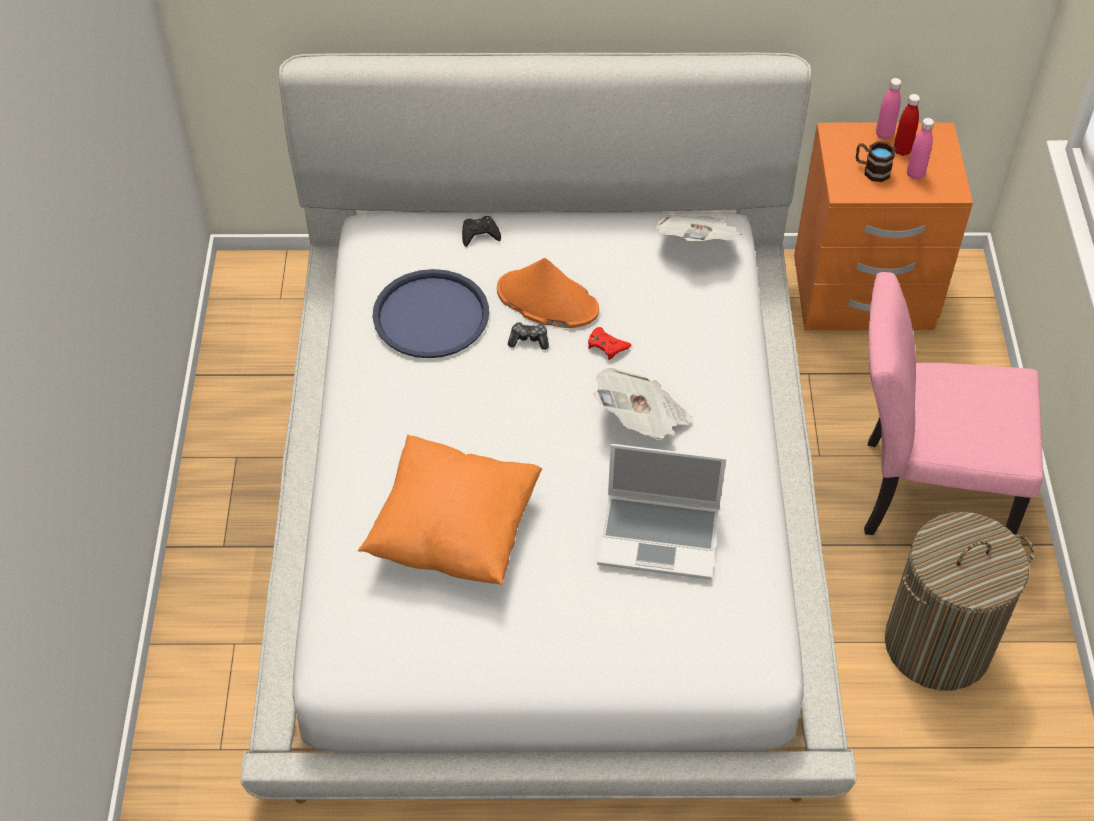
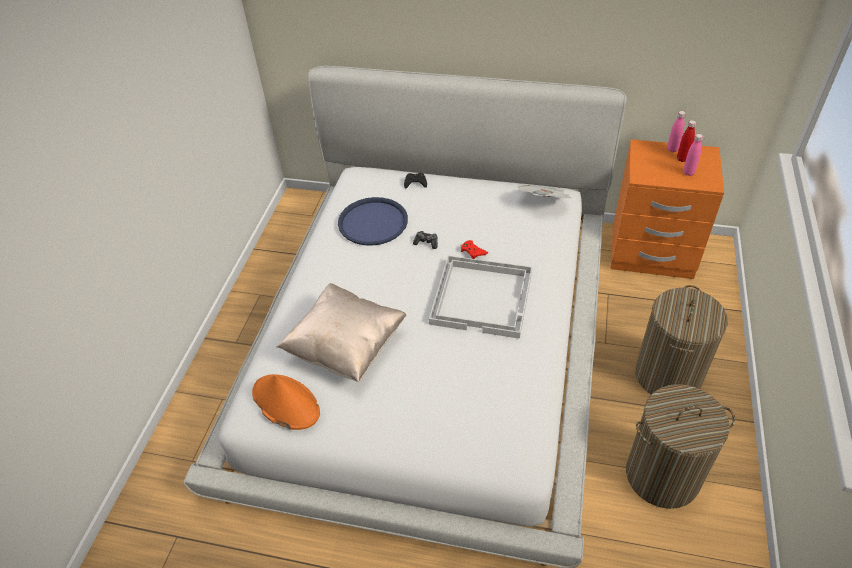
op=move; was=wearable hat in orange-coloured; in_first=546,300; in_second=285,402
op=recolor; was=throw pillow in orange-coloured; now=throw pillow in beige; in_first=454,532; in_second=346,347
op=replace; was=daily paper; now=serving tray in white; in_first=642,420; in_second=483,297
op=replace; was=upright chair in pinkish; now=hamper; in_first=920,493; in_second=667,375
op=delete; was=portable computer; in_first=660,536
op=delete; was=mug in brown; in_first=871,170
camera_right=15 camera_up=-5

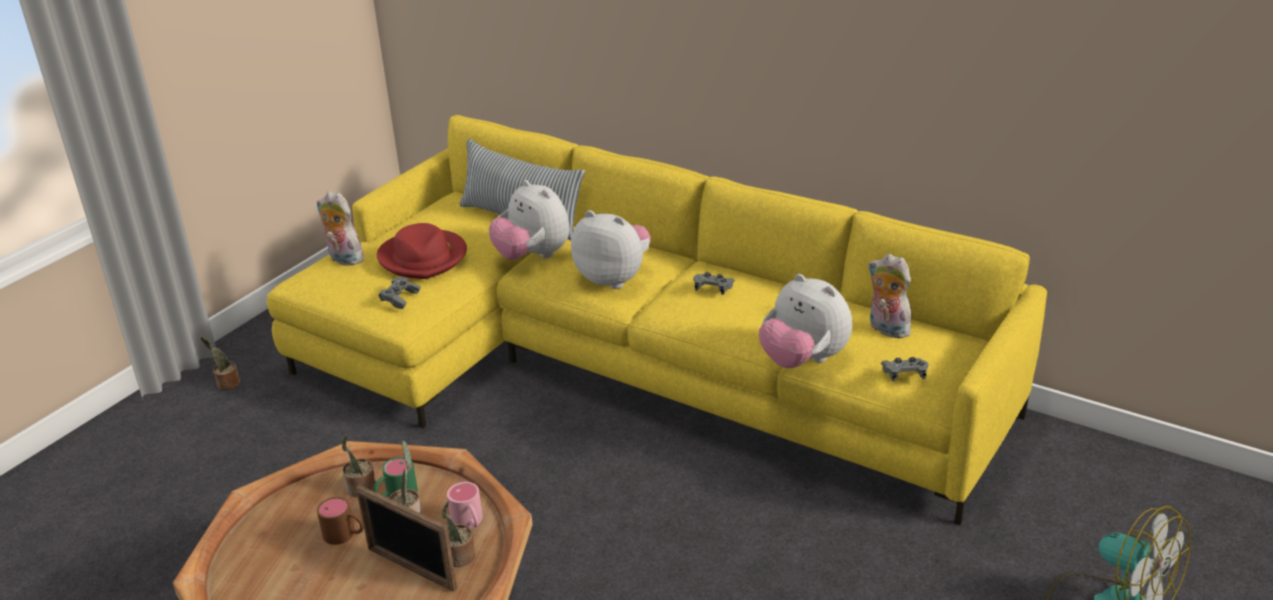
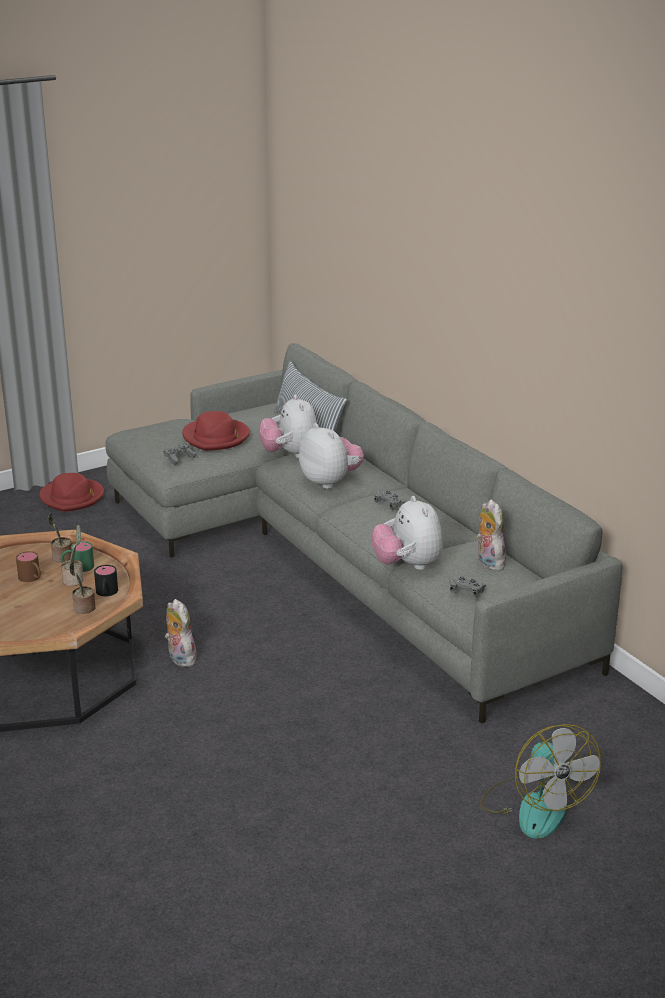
op=replace; was=houseplant; now=wearable hat in red-coloured; in_first=227,384; in_second=72,497
op=recolor; was=mug in pinkish; now=mug in blackish; in_first=469,522; in_second=106,593
op=recolor; was=sofa in yellow; now=sofa in grey; in_first=627,366; in_second=341,559
op=move; was=plush toy; in_first=343,259; in_second=179,658
op=delete; was=standing frame; in_first=411,568
camera_right=25 camera_up=-5

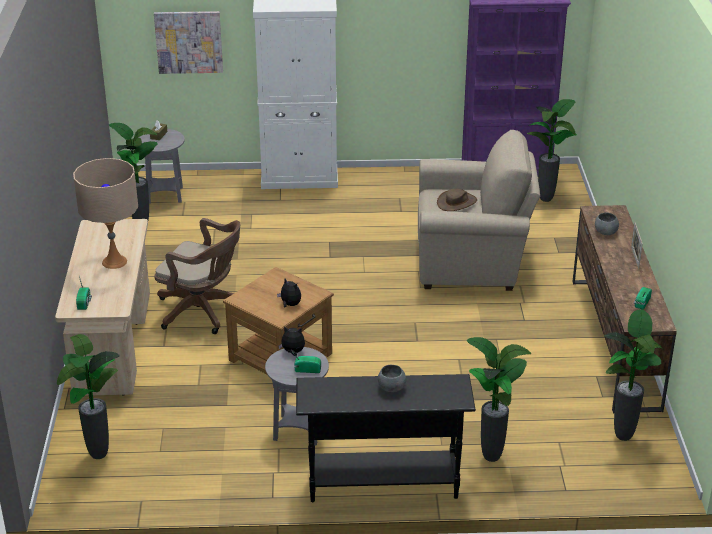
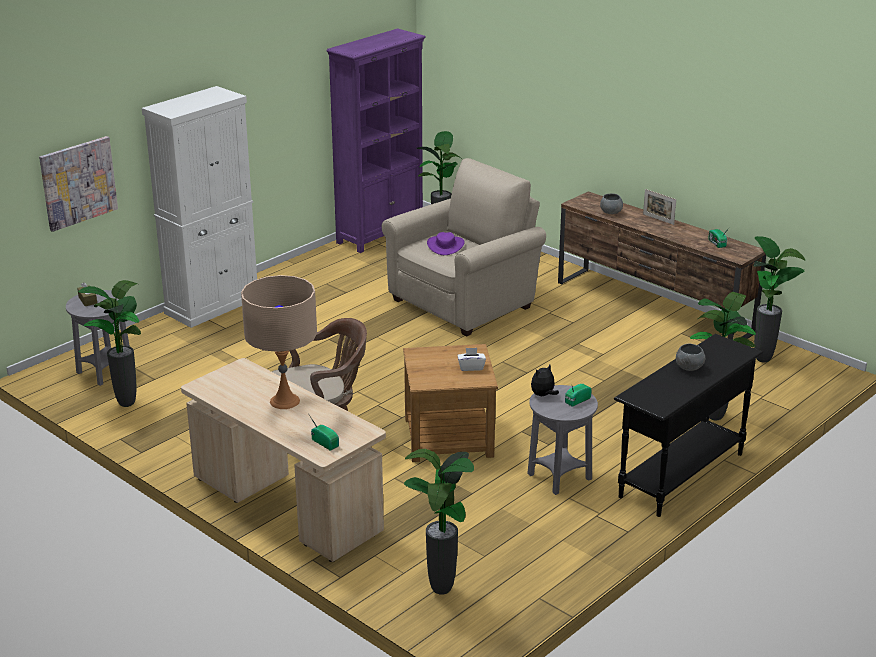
op=recolor; was=wearable hat in brown; now=wearable hat in purple-coloured; in_first=457,202; in_second=445,246
op=replace; was=plush toy; now=tissue box in white; in_first=290,305; in_second=471,367
camera_right=-45 camera_up=-5

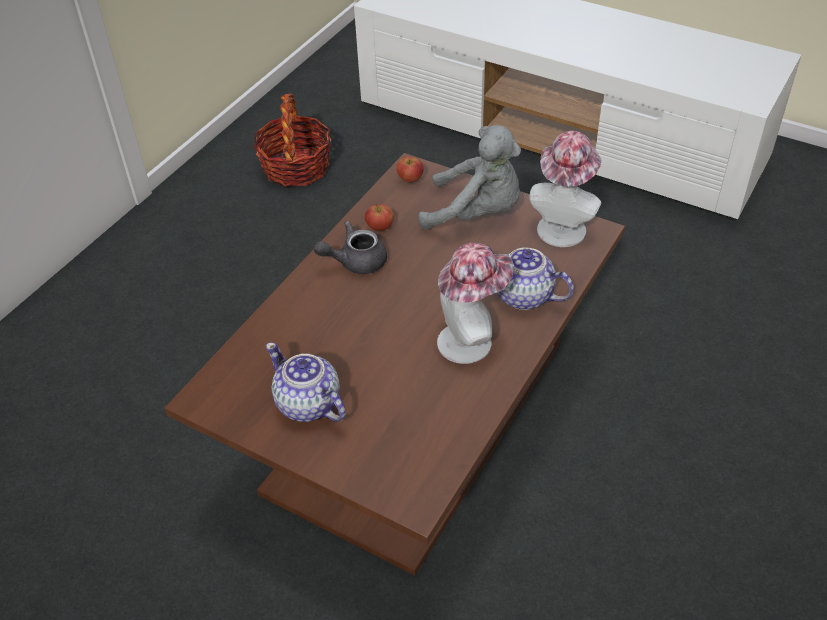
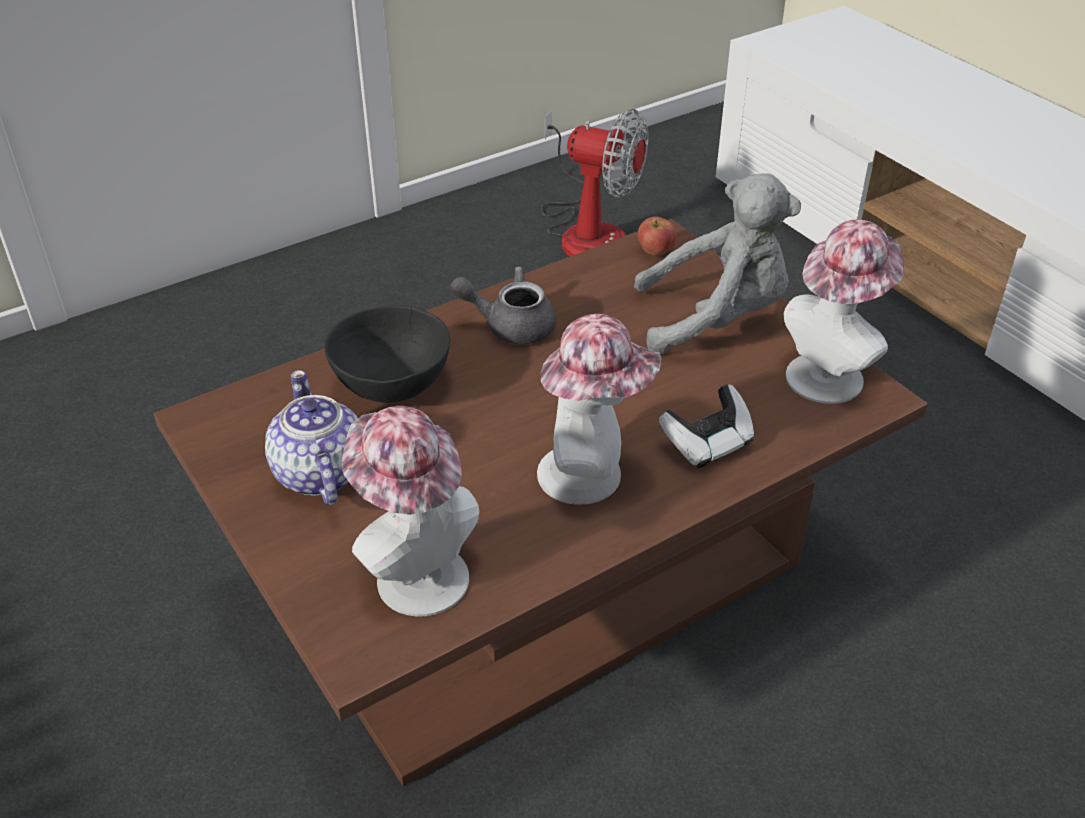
op=insert; now=deep dish in blackish; in_second=389,387
op=insert; now=wearable hat; in_second=414,572
op=replace; was=basket; now=cooling fan; in_first=296,167; in_second=587,231
op=rotate; was=plush toy in grey; in_first=477,213; in_second=716,319; clockwise=-45
op=replace; was=tea pot; now=joypad; in_first=524,296; in_second=707,444
op=delete; was=apple fruit; in_first=380,227
camera_right=25 camera_up=-5

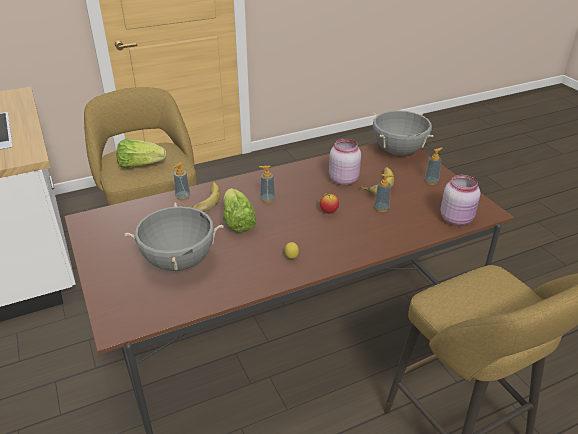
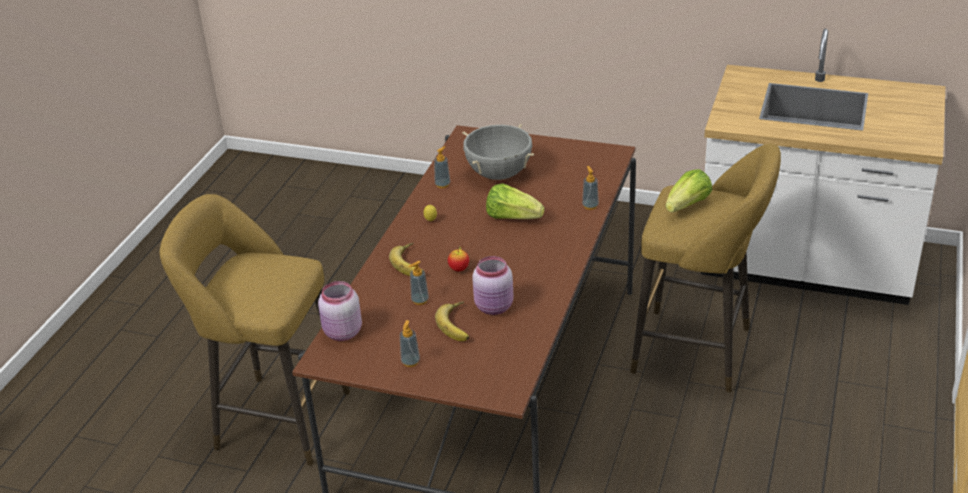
op=move; was=banana fruit; in_first=203,200; in_second=412,263
op=move; was=soap dispenser; in_first=267,199; in_second=442,184
op=delete; was=saucepot in grey; in_first=398,151
camera_right=135 camera_up=0

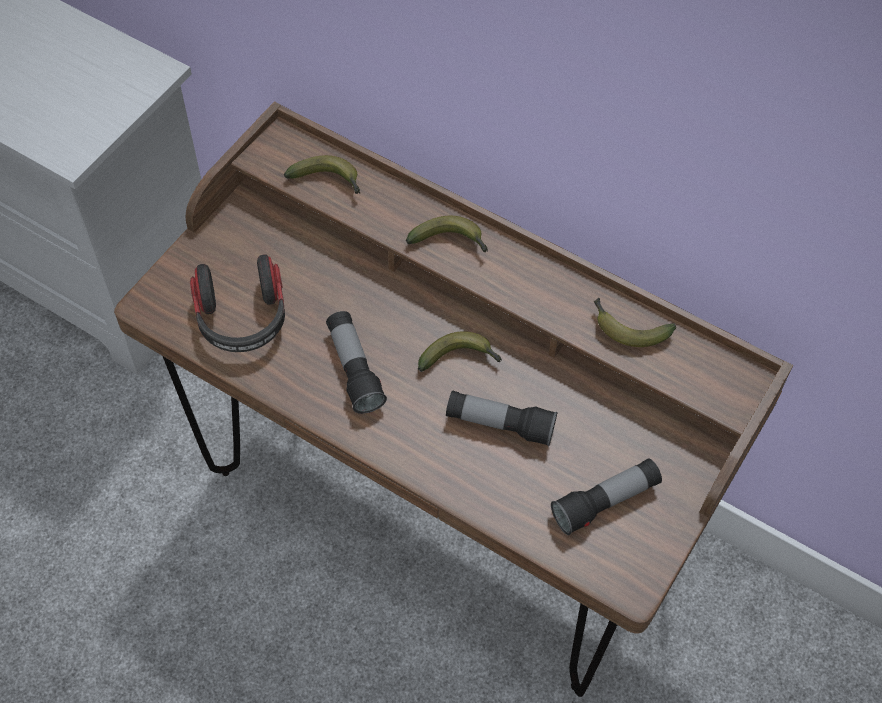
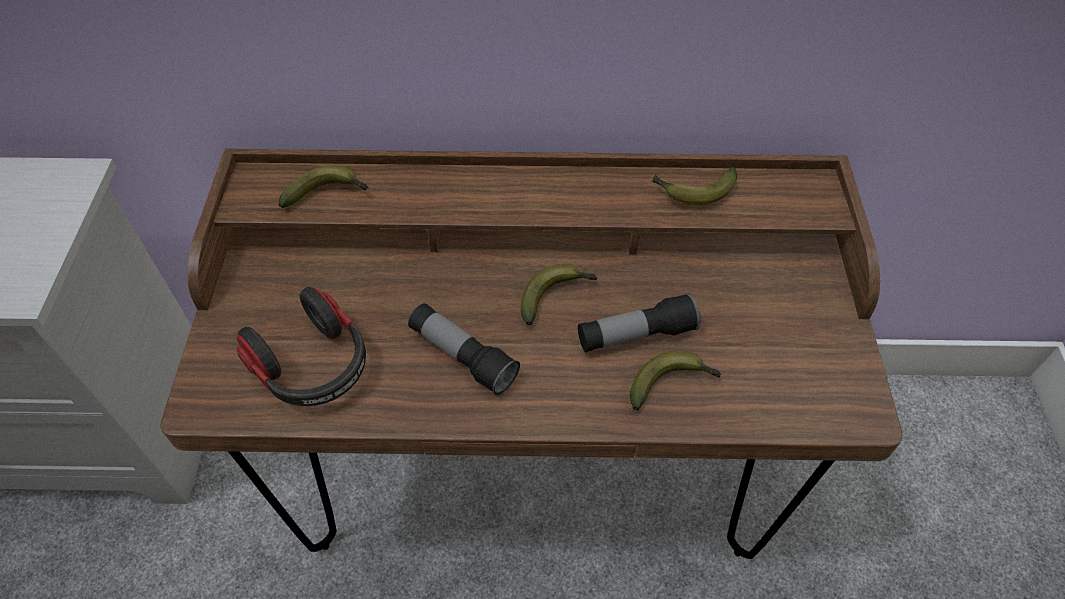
op=move; was=banana fruit; in_first=451,242; in_second=672,383
op=delete; was=torch; in_first=605,502
camera_right=-30 camera_up=-5

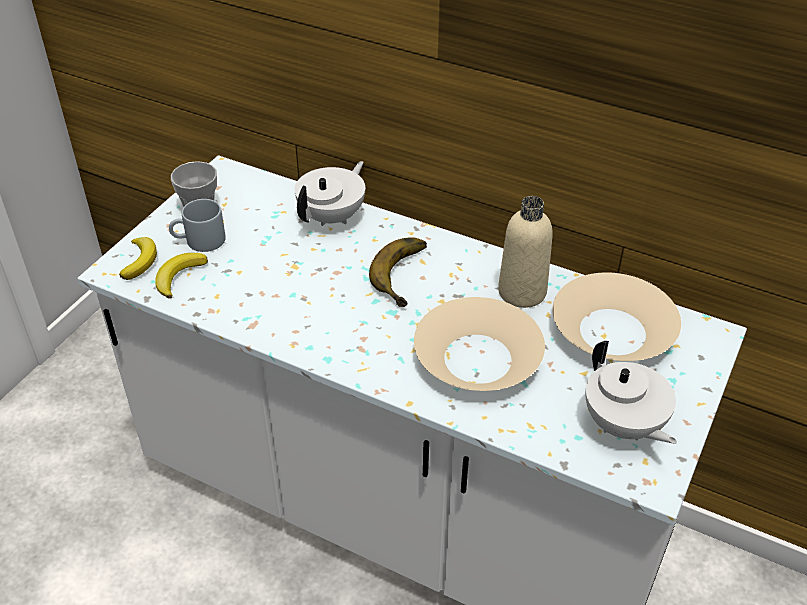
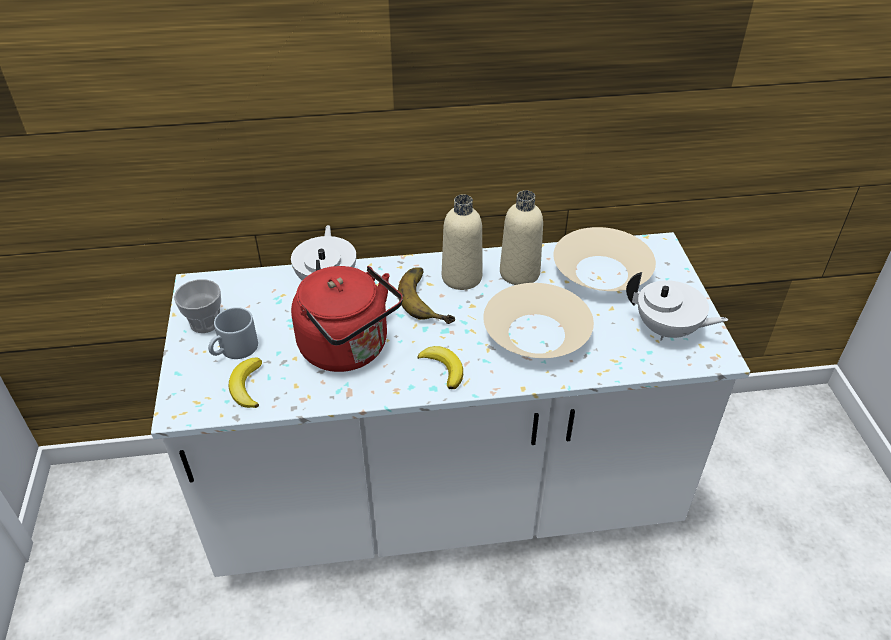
op=insert; now=water kettle in red-coloured; in_second=349,349
op=move; was=banana fruit; in_first=140,260; in_second=443,368
op=insert; now=beverage bottle in beige; in_second=461,277
camera_right=-35 camera_up=0

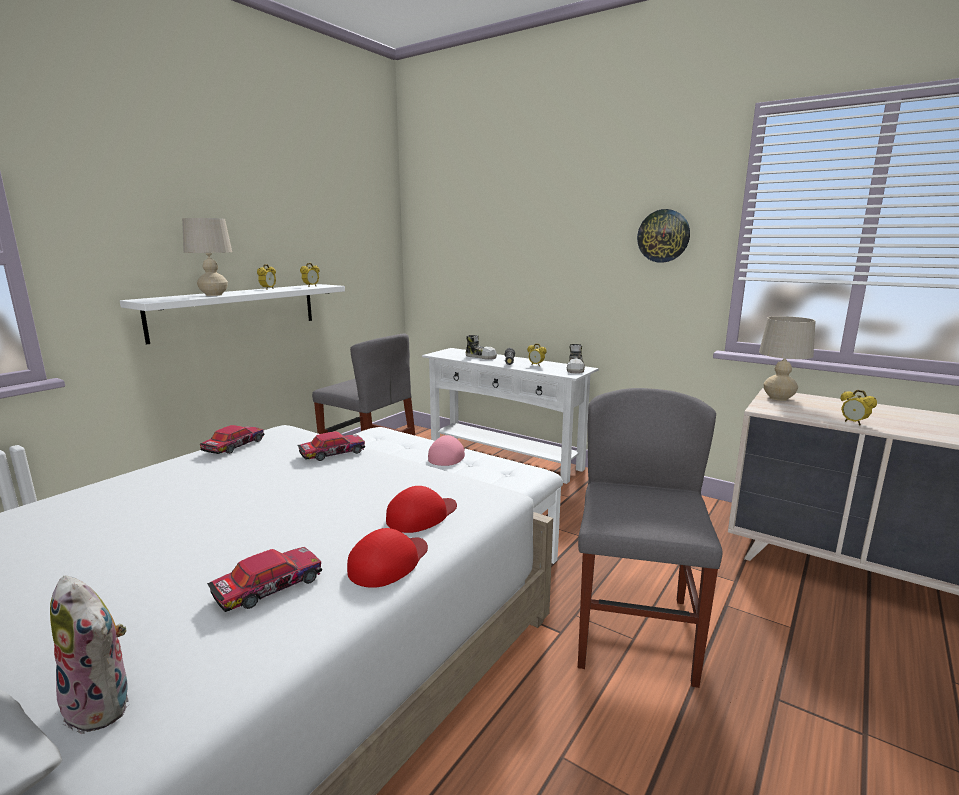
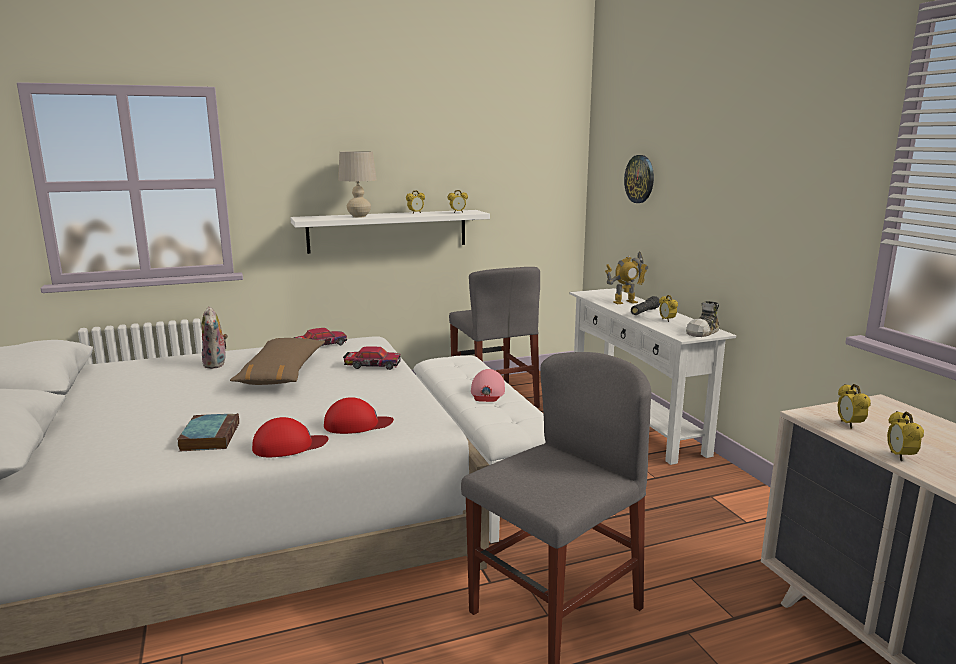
op=replace; was=model car; now=volume; in_first=267,587; in_second=210,436
op=move; was=plush toy; in_first=104,704; in_second=216,364
op=insert; now=throw pillow in brown; in_second=282,373
op=rotate; was=peaked cap in pinkish; in_first=448,455; in_second=487,392; clockwise=135
op=replace; was=item of footwear; now=model robot; in_first=481,357; in_second=625,302
op=move; was=clock on the wall; in_first=663,236; in_second=640,179
op=insert; now=bedside clock; in_second=849,425
op=delete; was=table lamp in beige; in_first=778,398
camera_right=35 camera_up=0

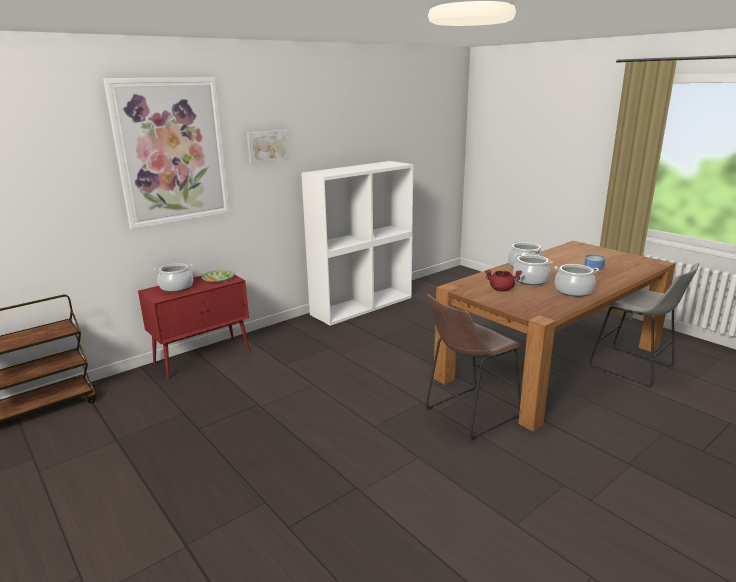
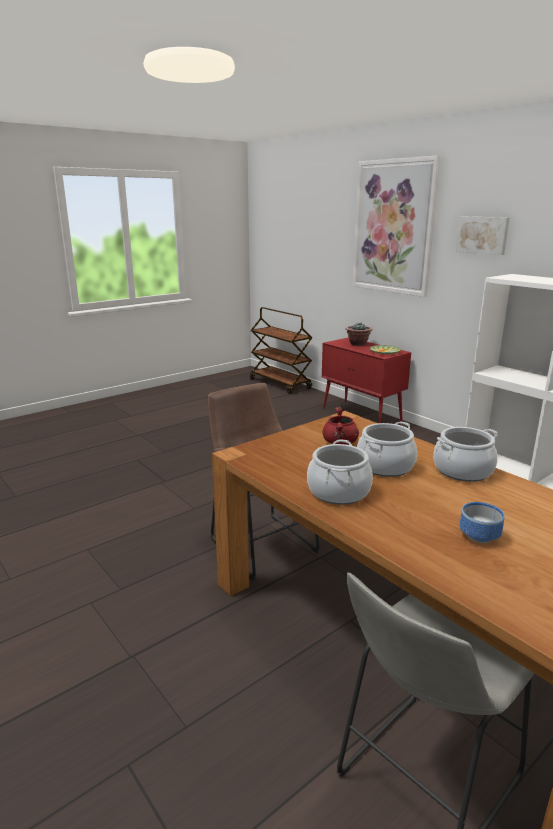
op=replace; was=saucepot; now=houseplant; in_first=176,287; in_second=357,344
camera_right=90 camera_up=0

